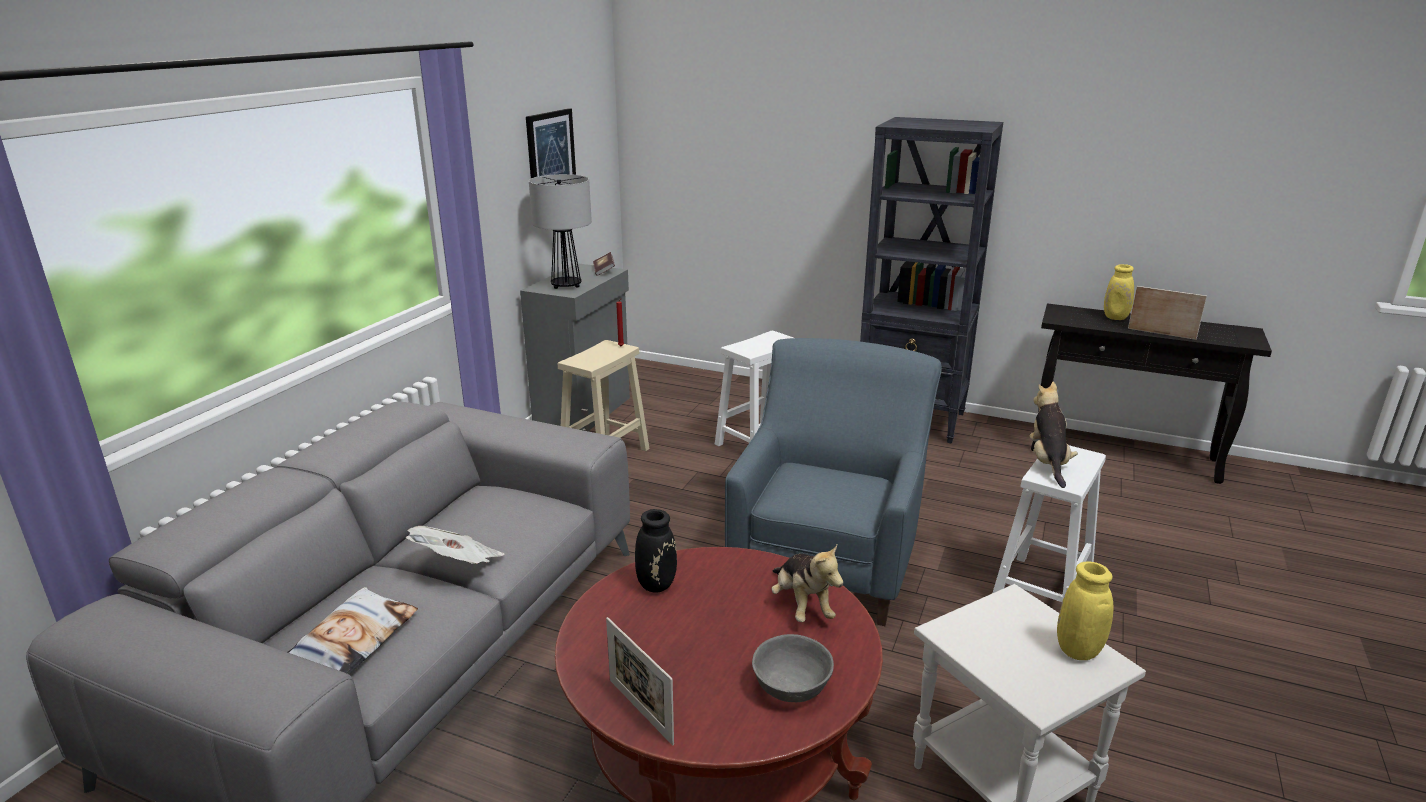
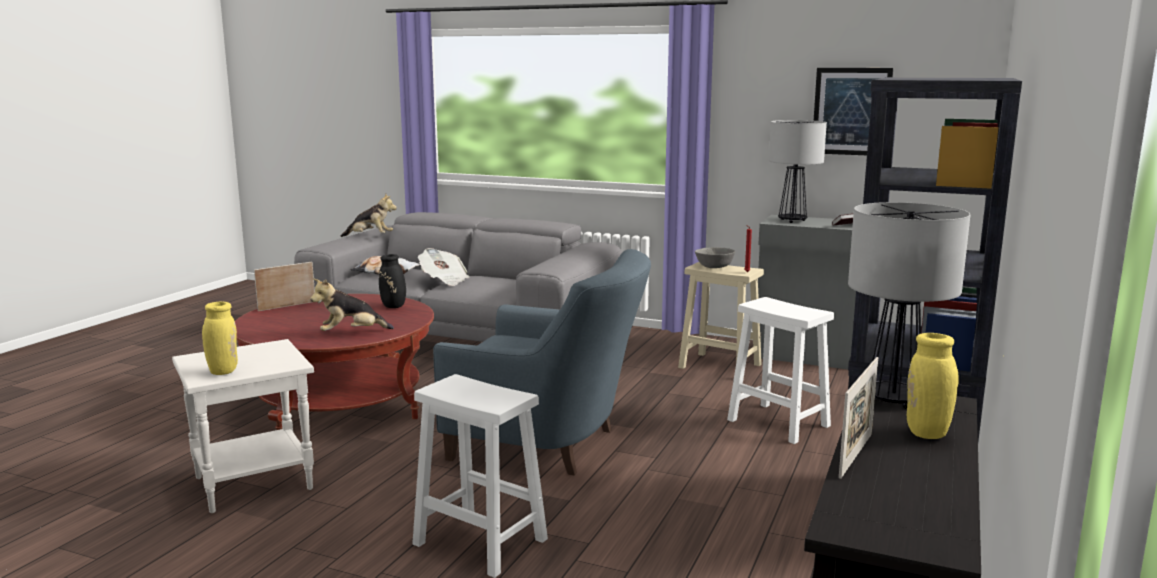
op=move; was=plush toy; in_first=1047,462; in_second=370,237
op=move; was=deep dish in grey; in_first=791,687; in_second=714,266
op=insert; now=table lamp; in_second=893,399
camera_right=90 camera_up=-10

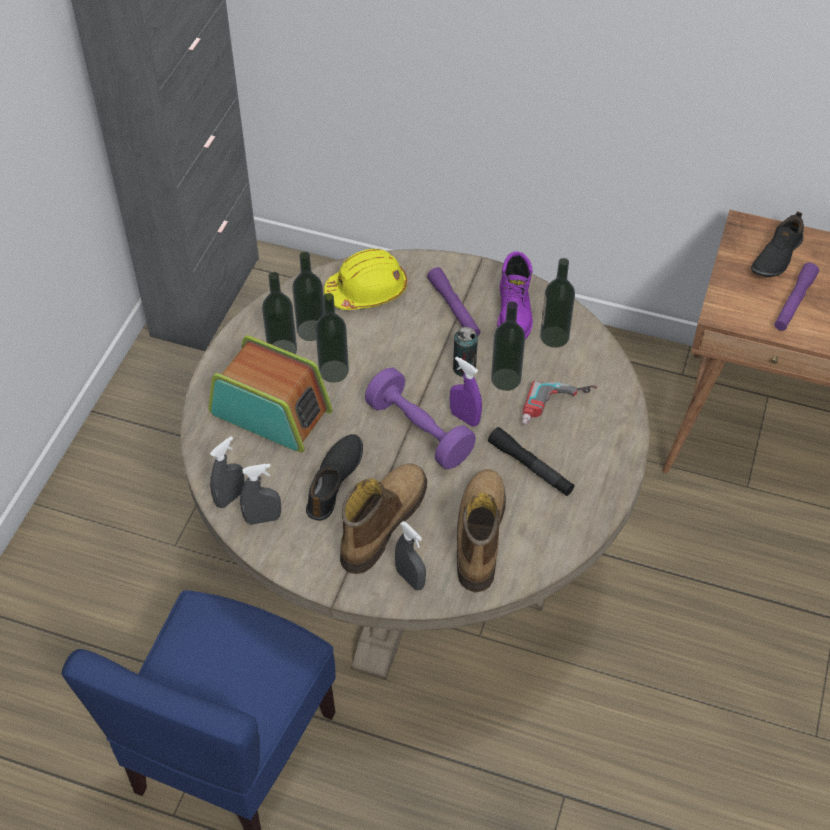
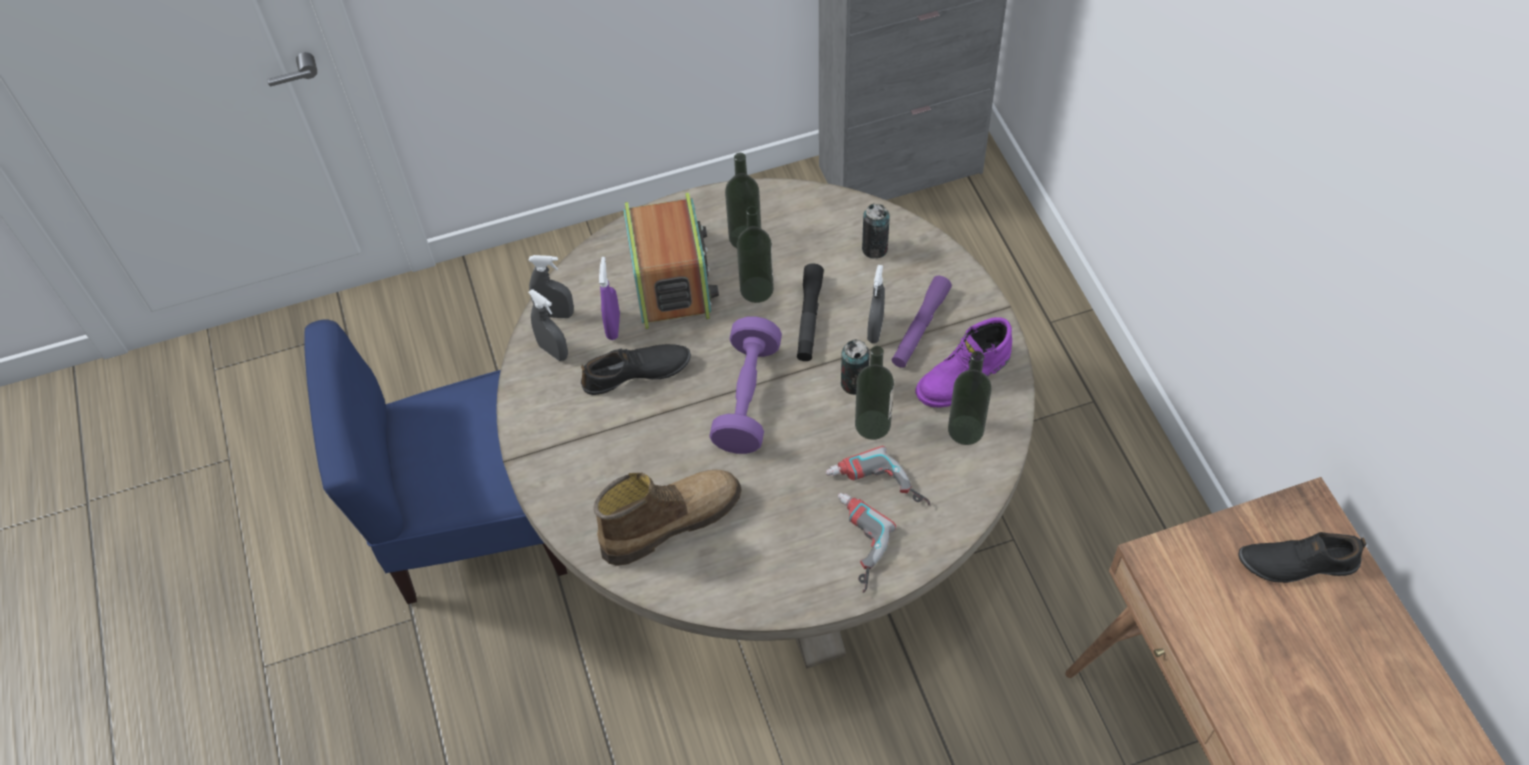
op=move; was=sprayer in purple-coloured; in_first=464,418; in_second=613,326
op=move; was=torch in blackish; in_first=530,467; in_second=809,318
op=insert; now=power drill; in_second=852,543
op=replace; was=work helmet in yellow; now=sealed can; in_first=367,291; in_second=874,249
op=move; was=sprayer in grey; in_first=410,579; in_second=875,330
op=delete; was=beverage bottle; in_first=311,330
op=delete; was=high-top boot; in_first=381,522
op=delete; was=torch in purple-coloured; in_first=794,302
camera_right=55 camera_up=5

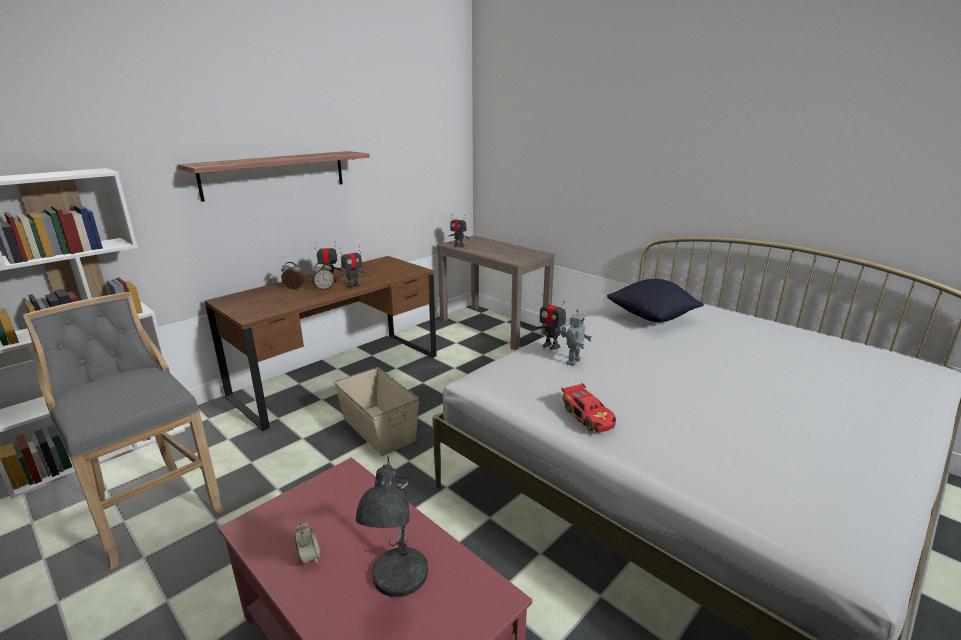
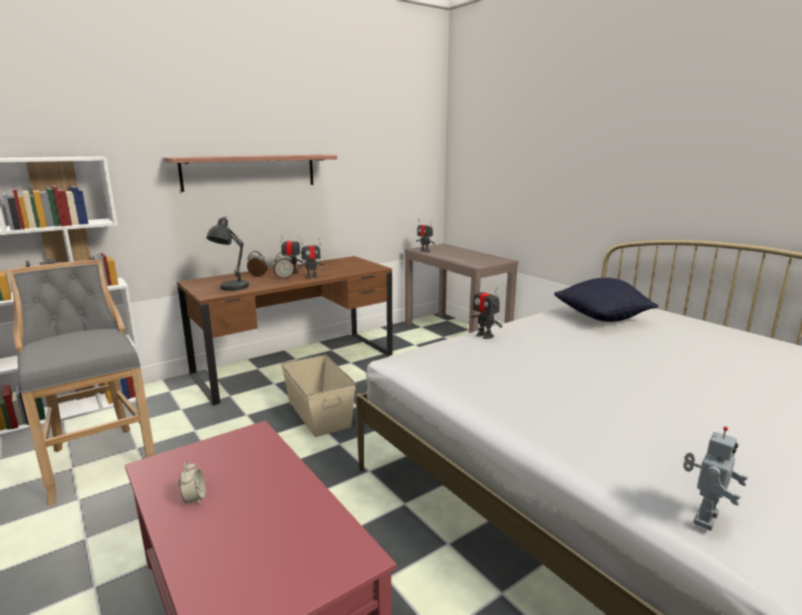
op=move; was=table lamp in grey; in_first=397,580; in_second=232,288
op=move; was=model robot; in_first=572,361; in_second=703,517
op=delete; was=model car; in_first=588,416
camera_right=10 camera_up=-5

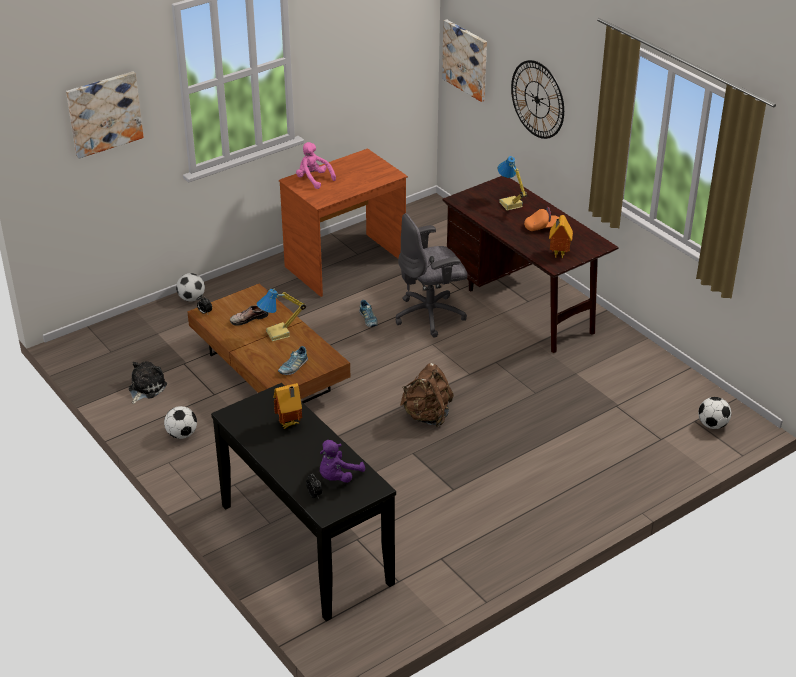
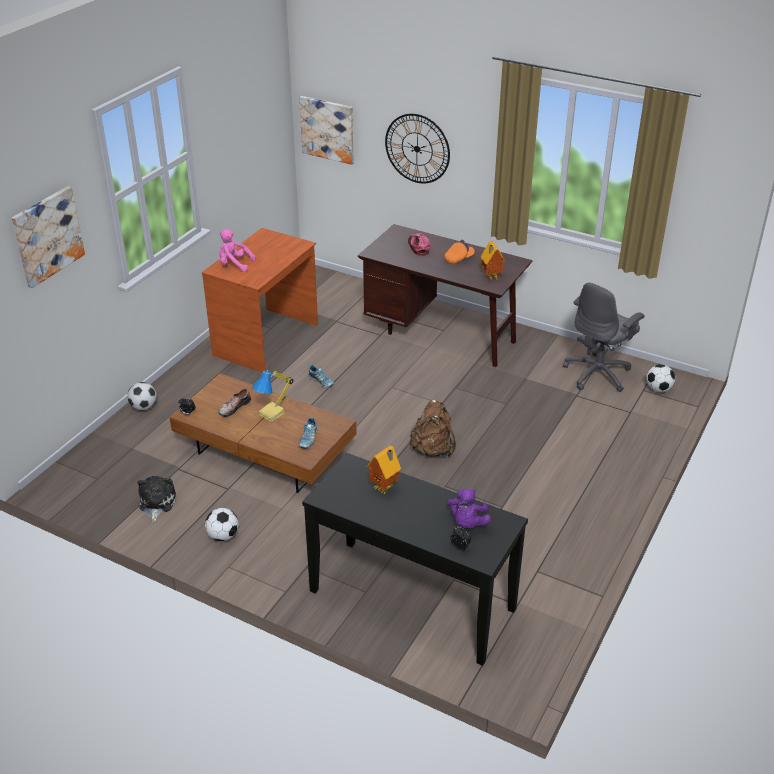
op=replace; was=table lamp; now=peaked cap; in_first=510,204; in_second=418,247
op=move; was=office chair in grey; in_first=431,315; in_second=598,374
camera_right=-25 camera_up=0

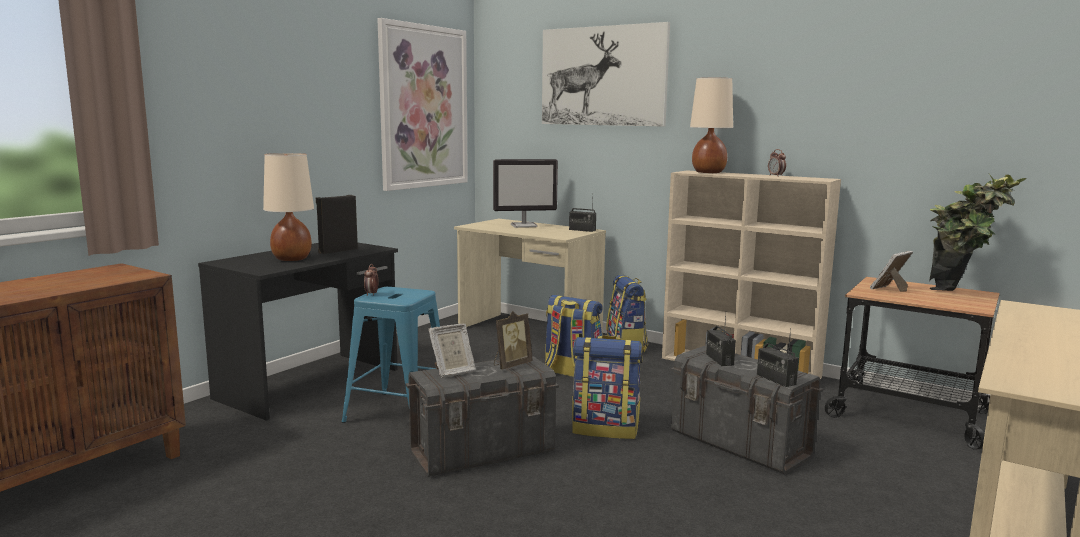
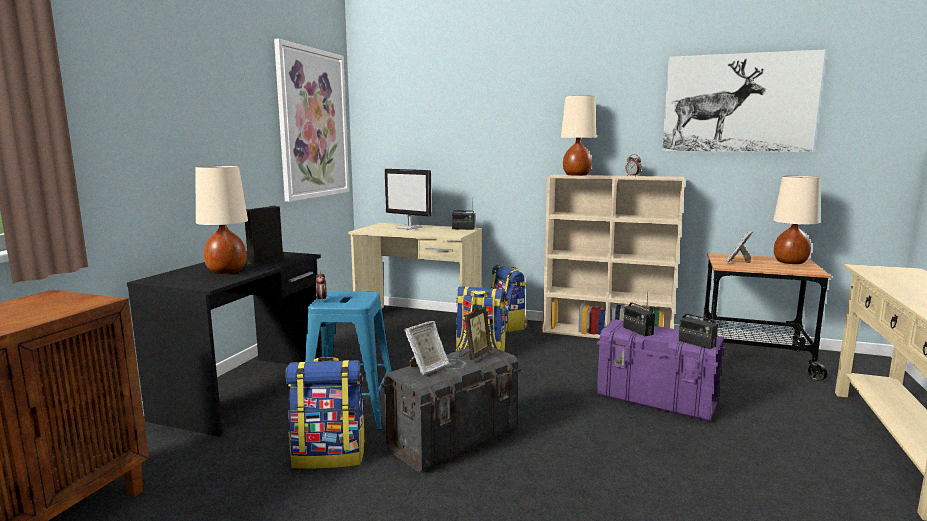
op=move; was=backpack; in_first=606,429; in_second=330,456
op=rotate; was=computer screen; in_first=524,225; in_second=410,227; clockwise=60
op=recolor; was=storage bin in grey; now=storage bin in purple-coloured; in_first=739,444; in_second=656,400
op=move; was=wall art; in_first=603,76; in_second=738,103
op=replace; was=houseplant; now=table lamp in beige; in_first=962,295; in_second=790,262
camera_right=-15 camera_up=0

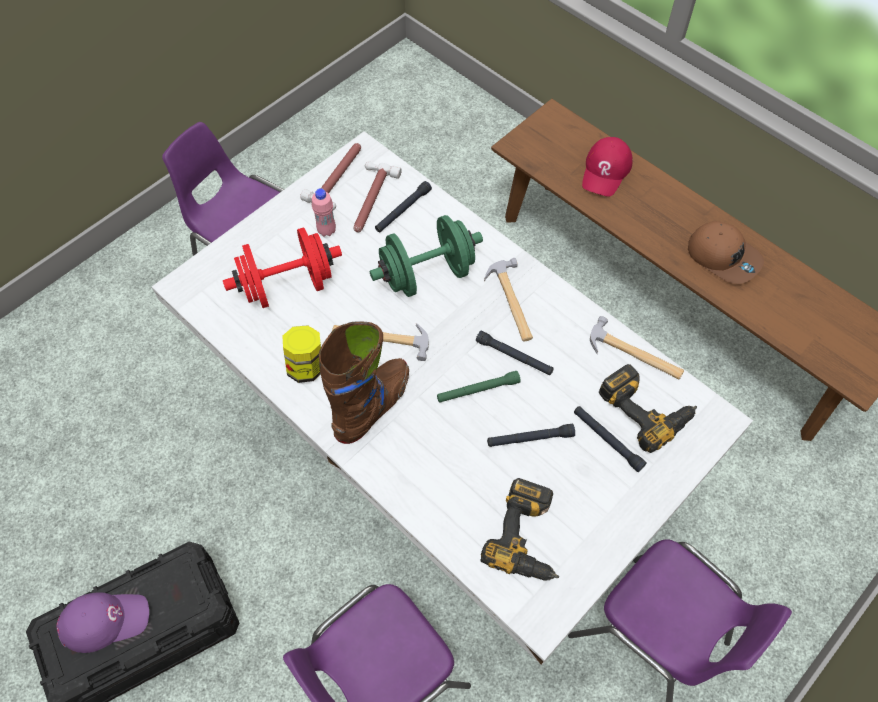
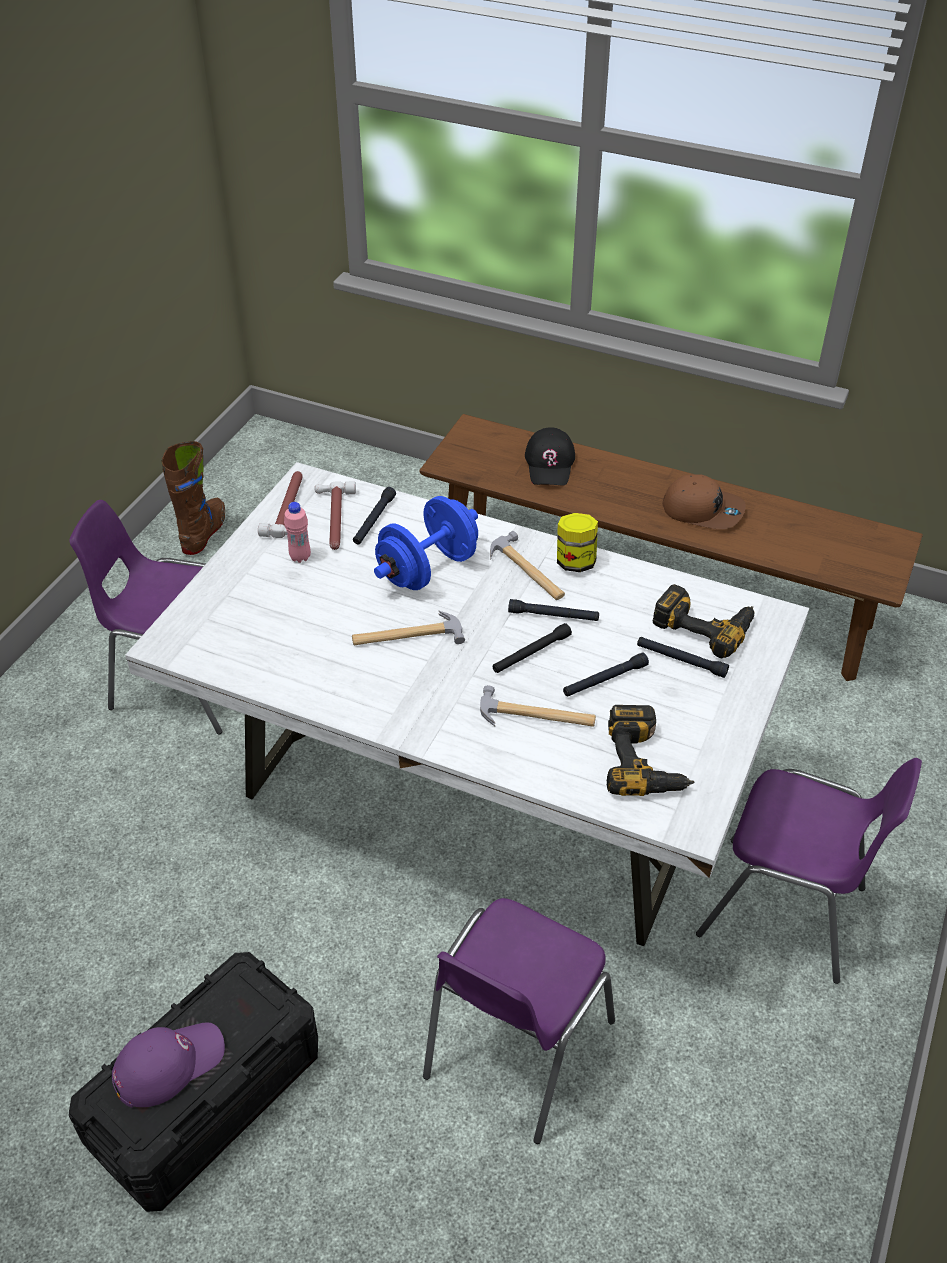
op=move; was=high-top boot in brown; in_first=373,406; in_second=204,533
op=recolor; was=free weight in greenish; now=free weight in blue; in_first=427,274; in_second=428,569
op=move; was=tool hammer; in_first=634,355; in_second=536,716
op=recolor; was=torch in greenish; now=torch in blackish; in_first=478,390; in_second=531,653
op=recolor; was=peaked cap in red-coloured; now=peaked cap in blackish; in_first=606,171; in_second=550,464
op=move; was=preserve jar; in_first=306,366; in_second=575,562
op=delete; was=free weight in red-coloured; in_first=287,286
camera_right=-20 camera_up=-15

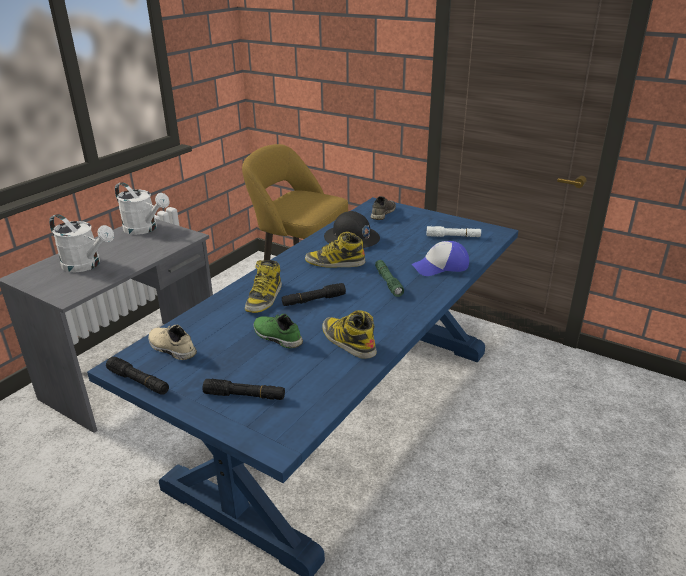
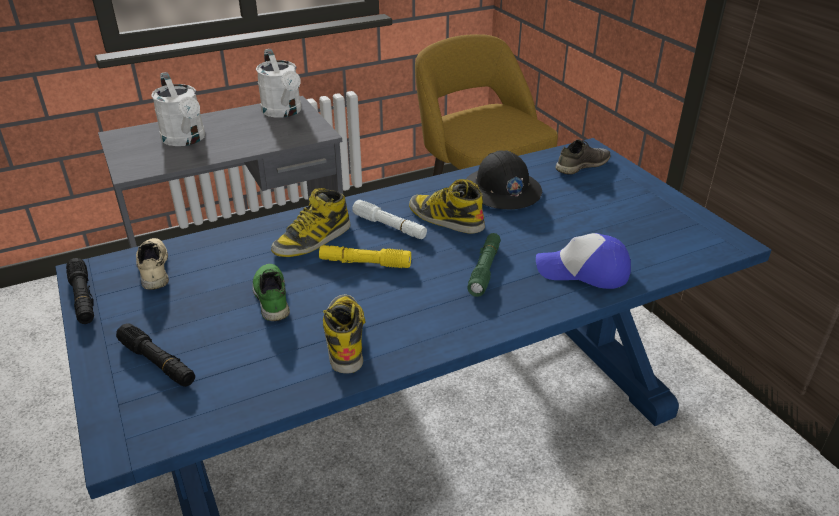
op=recolor; was=torch in blackish; now=torch in yellow; in_first=313,300; in_second=364,263
op=move; was=torch in white; in_first=453,237; in_second=389,226
camera_right=30 camera_up=5

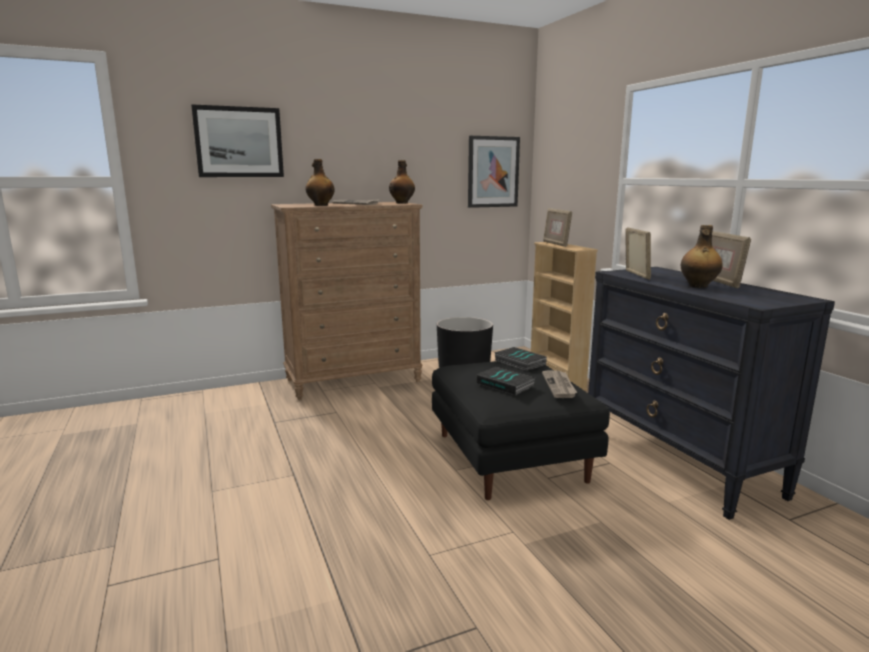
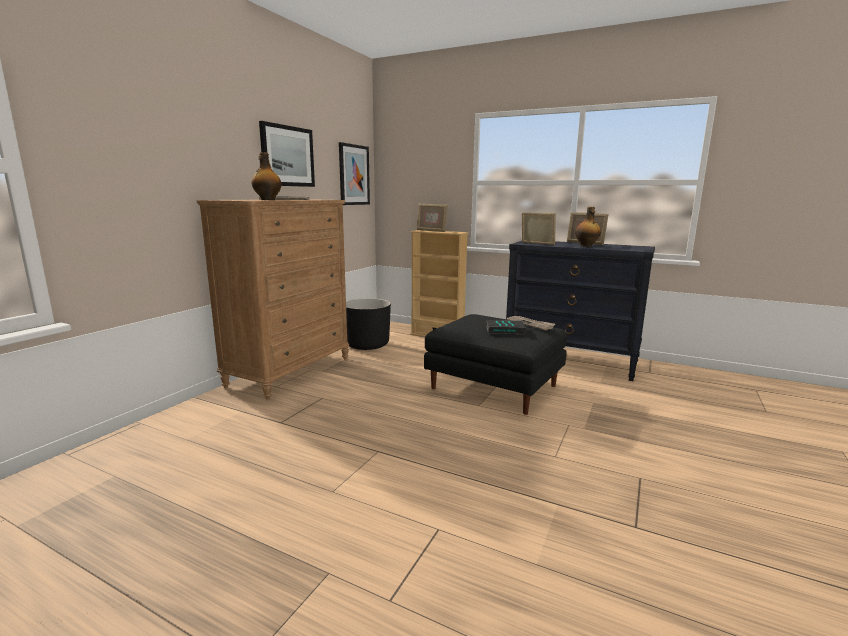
op=move; was=wall art; in_first=239,142; in_second=287,156
op=delete; was=beverage bottle; in_first=402,203
op=delete; was=volume; in_first=519,362
camera_right=-40 camera_up=0

